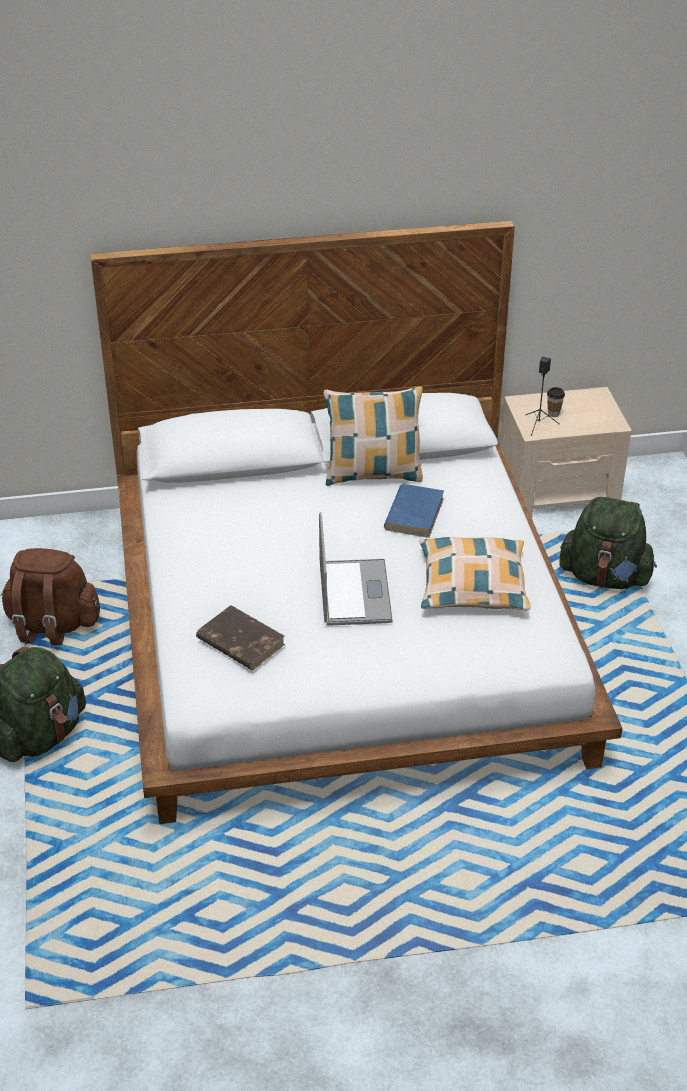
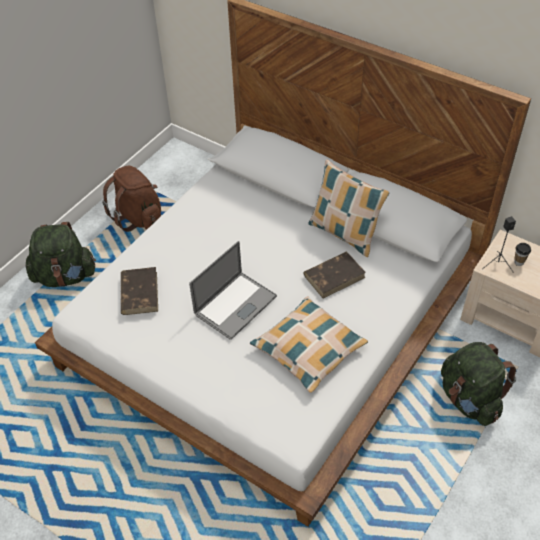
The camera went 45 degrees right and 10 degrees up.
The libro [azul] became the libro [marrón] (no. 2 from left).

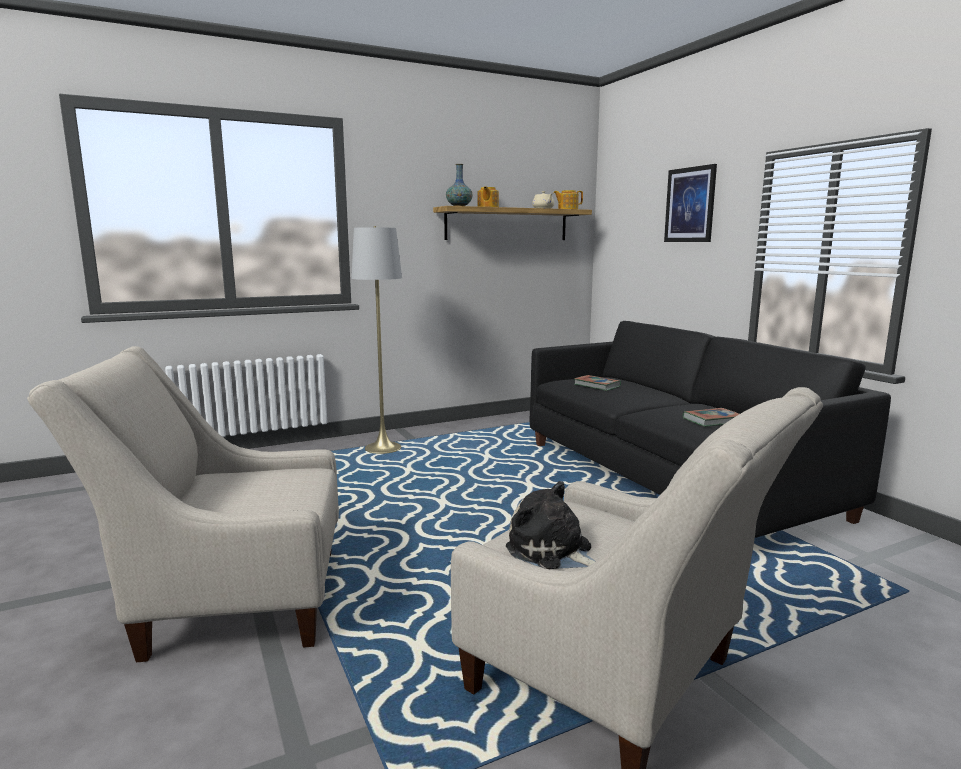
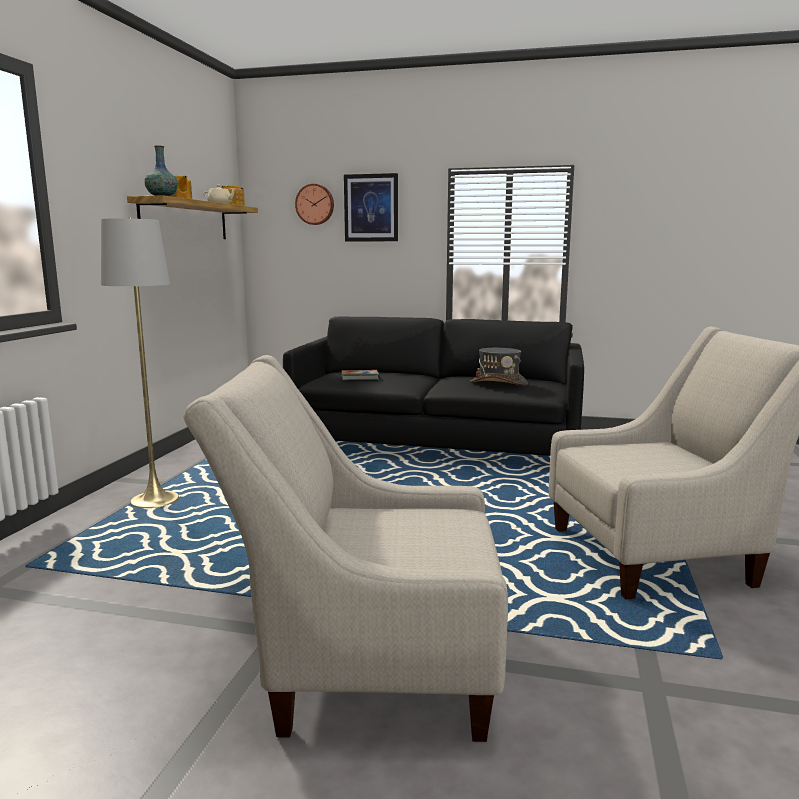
The camera went 50 degrees left and 0 degrees up.
The peluche disappeared.
The reloj de pared appeared.
The libro (no. 2 from left) was replaced by the sombrero [gris].
The sillón [beis] (no. 1 from left) turned 60 degrees clockwise.

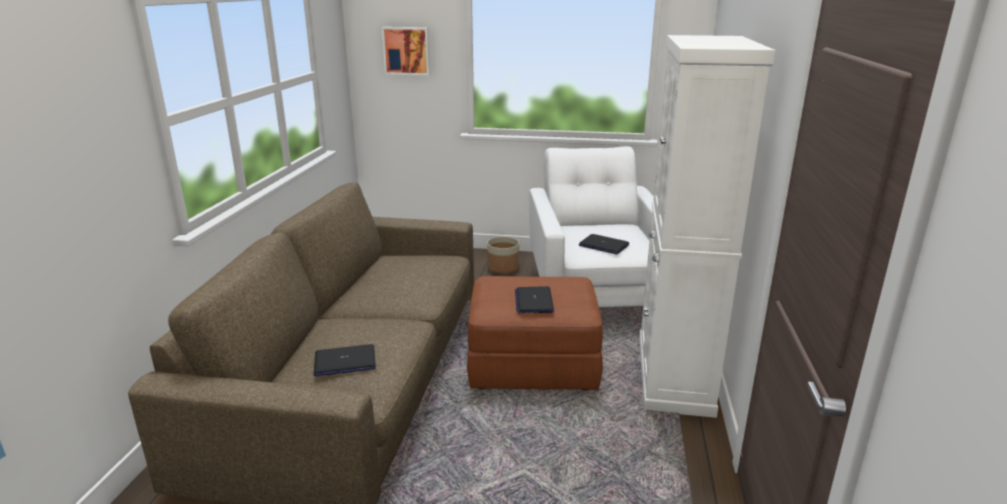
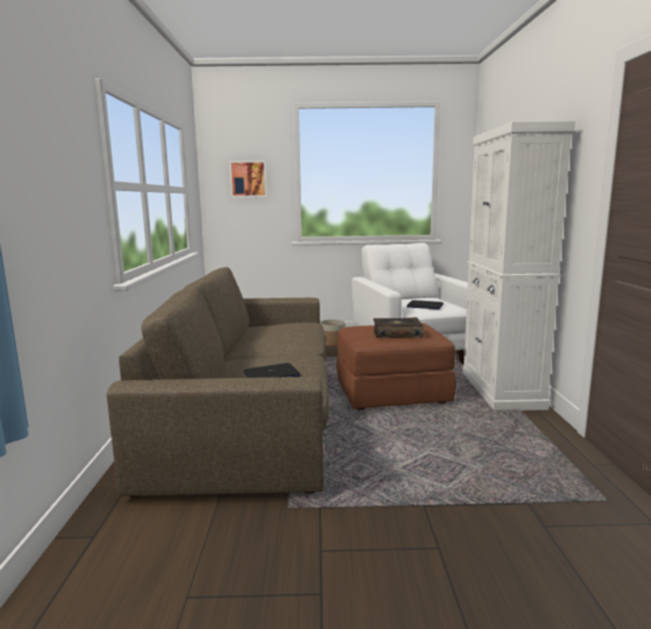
The camera went 10 degrees left and 10 degrees down.
The portátil (no. 2 from left) was replaced by the libro.

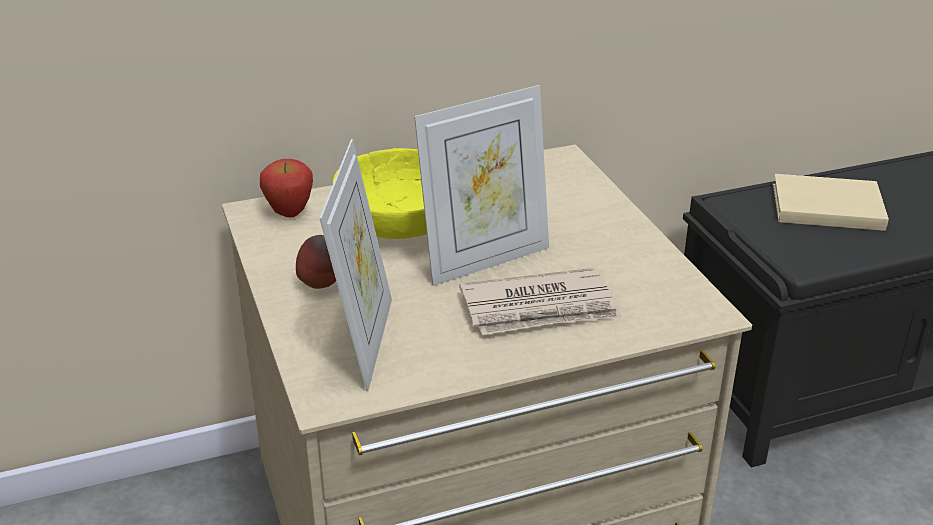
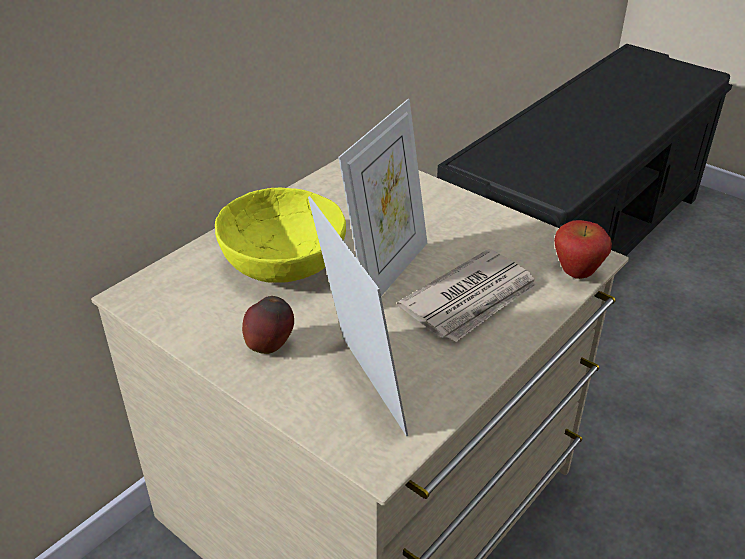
The camera went 30 degrees left and 5 degrees up.
The libro [beis] disappeared.
The manzana (no. 1 from left in the first image) moved.

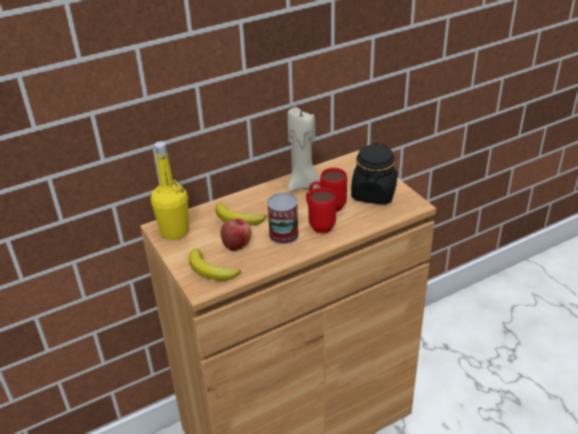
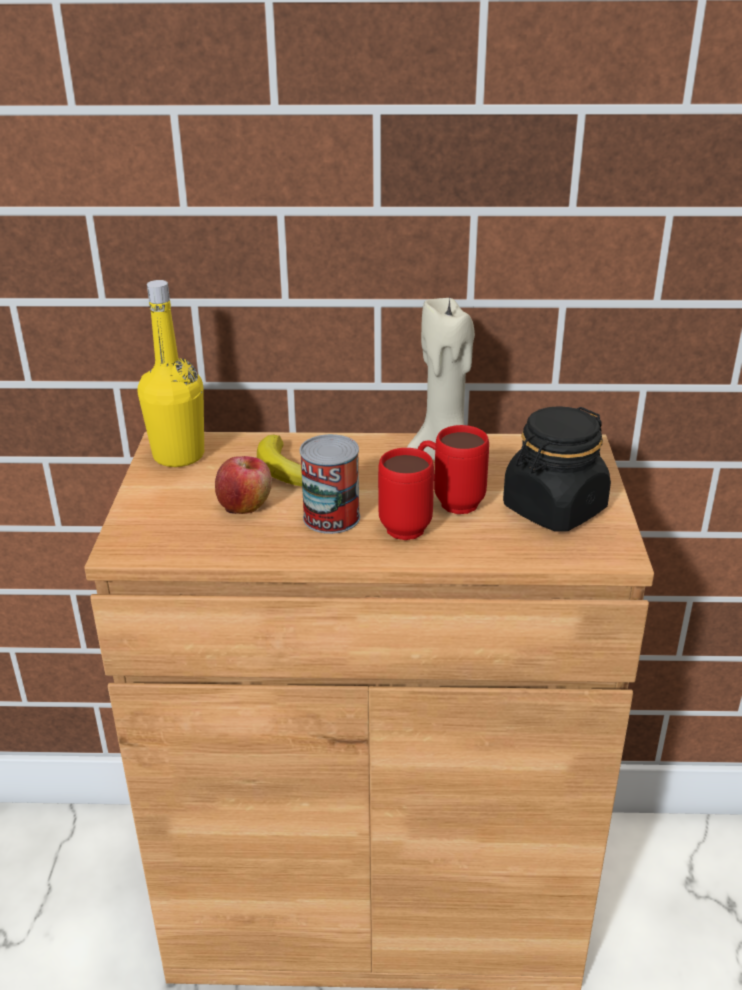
The camera went 30 degrees right and 5 degrees down.
The plátano (no. 1 from left) disappeared.

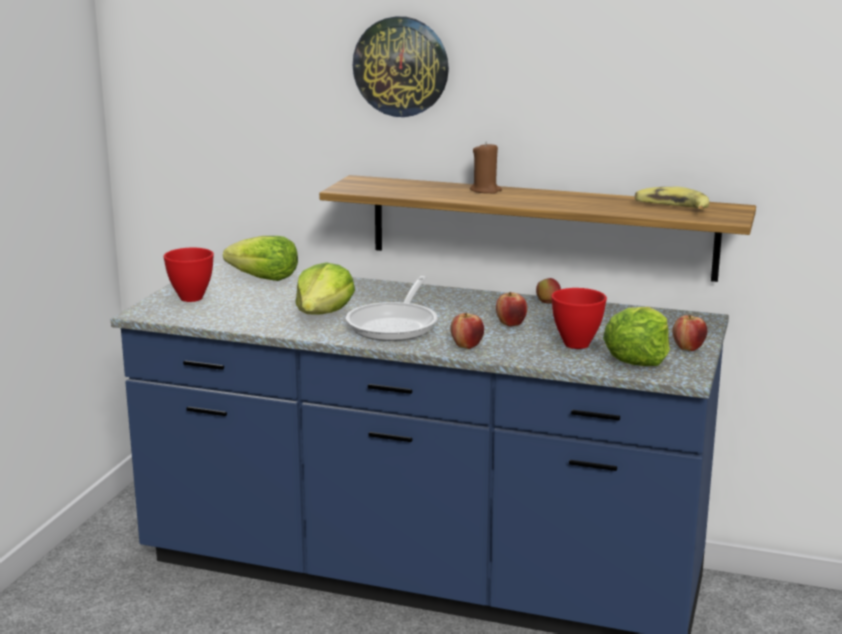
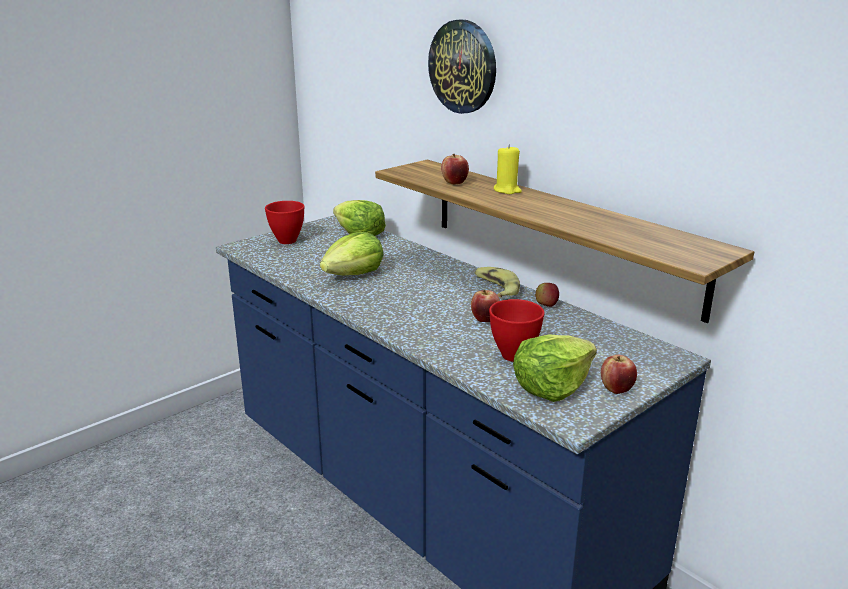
The camera went 30 degrees right and 5 degrees up.
The sartén disappeared.
The manzana (no. 1 from left) moved.
The plátano moved.
The vela [marrón] became the vela [amarillo].

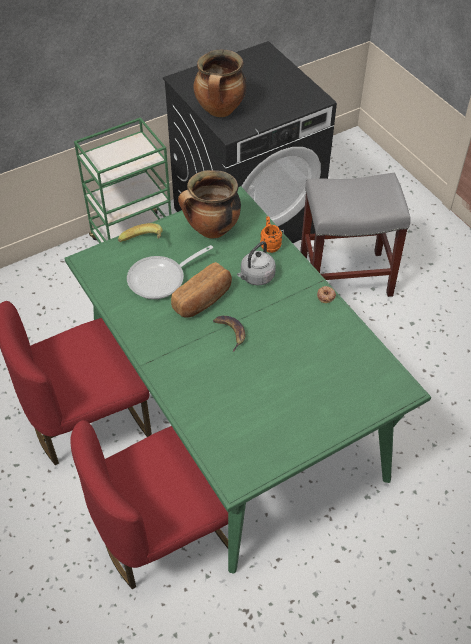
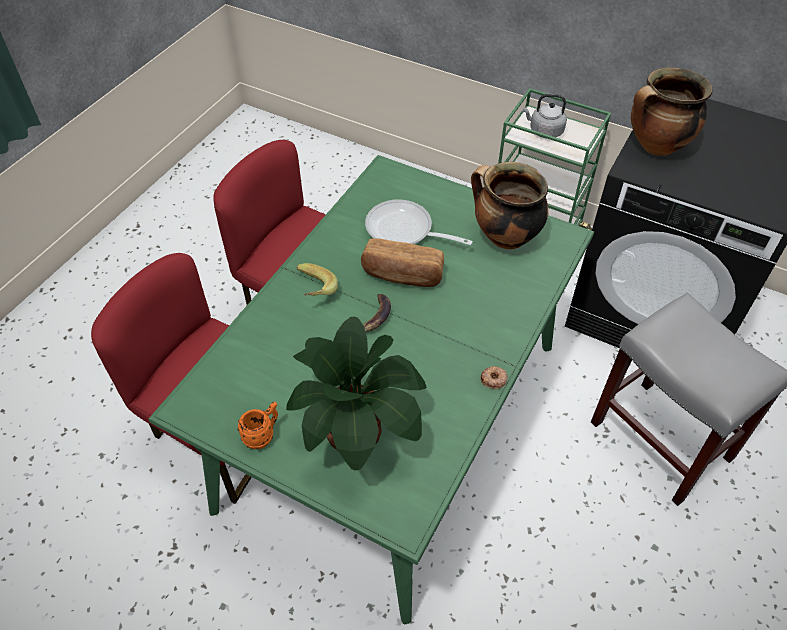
The camera went 60 degrees right and 0 degrees up.
The planta en maceta appeared.
The plátano (no. 1 from left) moved.
The hervidor [gris] moved.
The taza grande [naranja] moved.

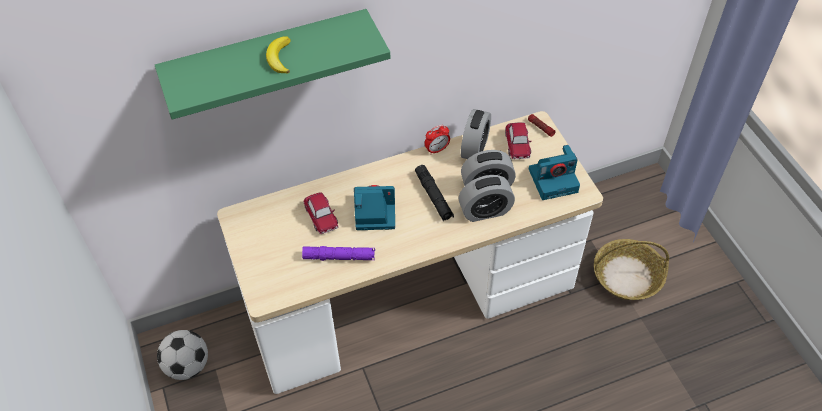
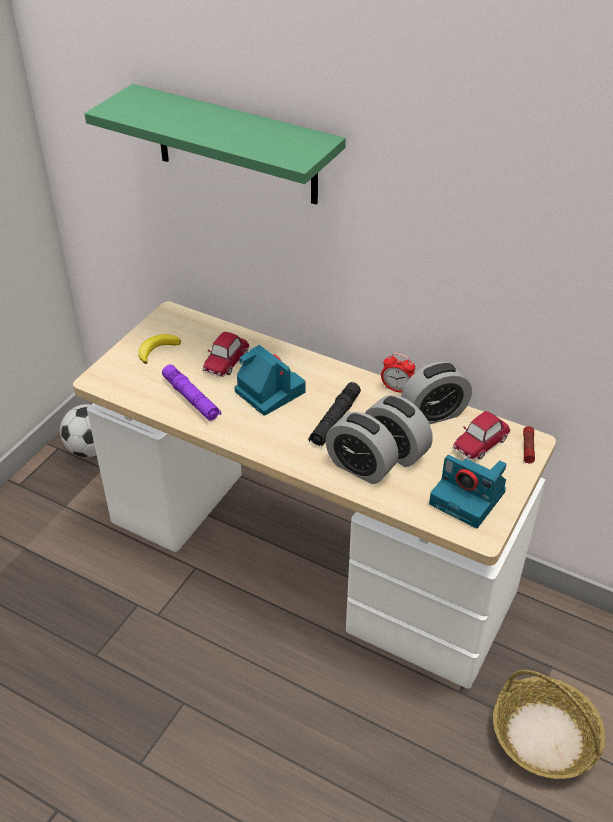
The camera went 50 degrees right and 10 degrees down.
The plátano moved.

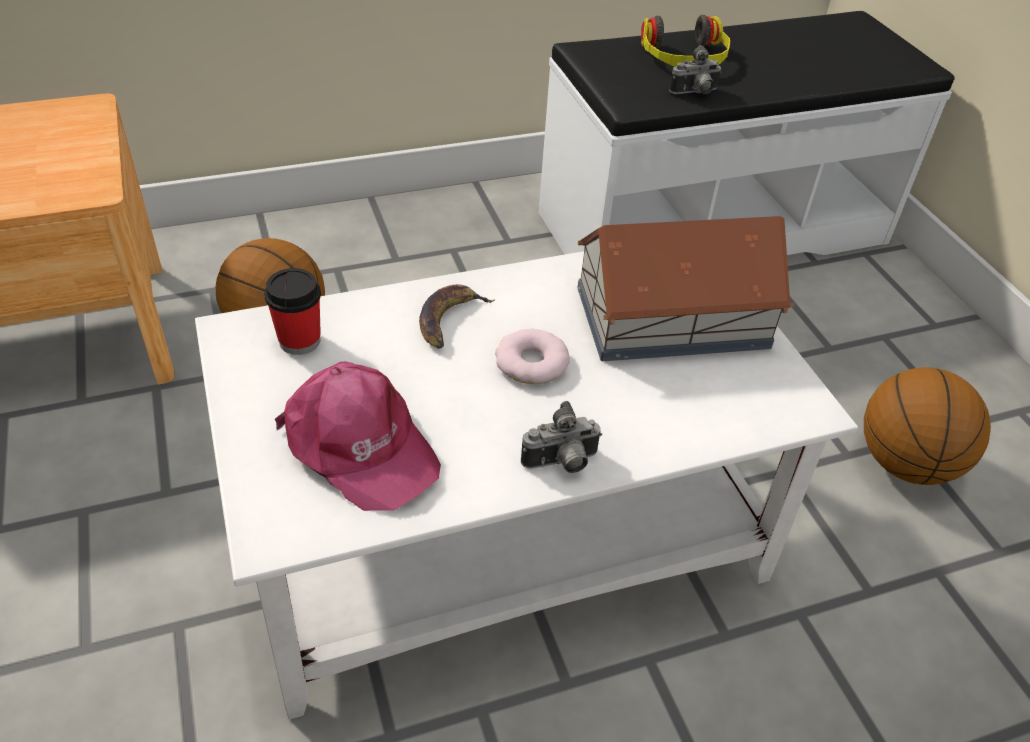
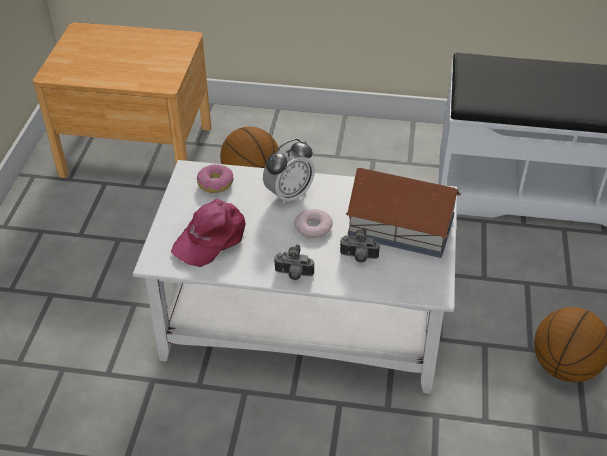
The camera went 30 degrees right and 0 degrees up.
The auriculares disappeared.
The cámara (no. 2 from left) moved.
The taza was replaced by the rosquilla (no. 1 from left).
The plátano was replaced by the despertador.
The gorra [rosa] turned 60 degrees clockwise.

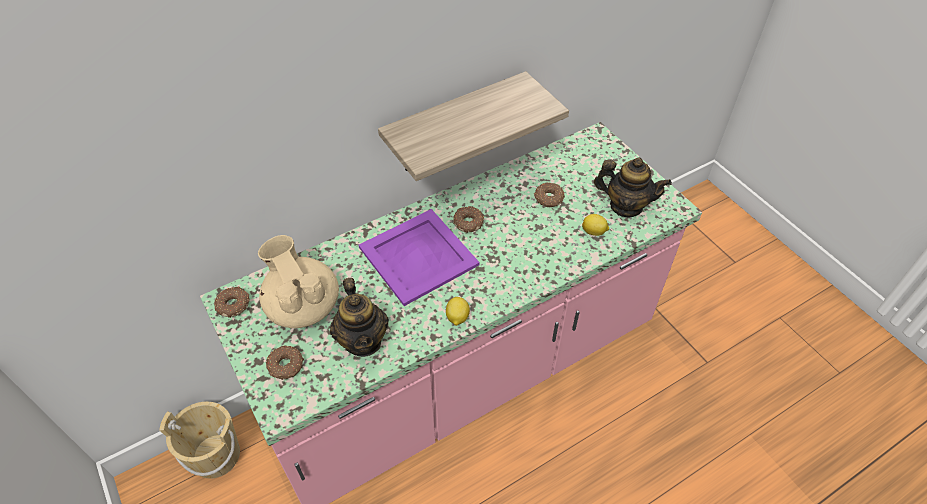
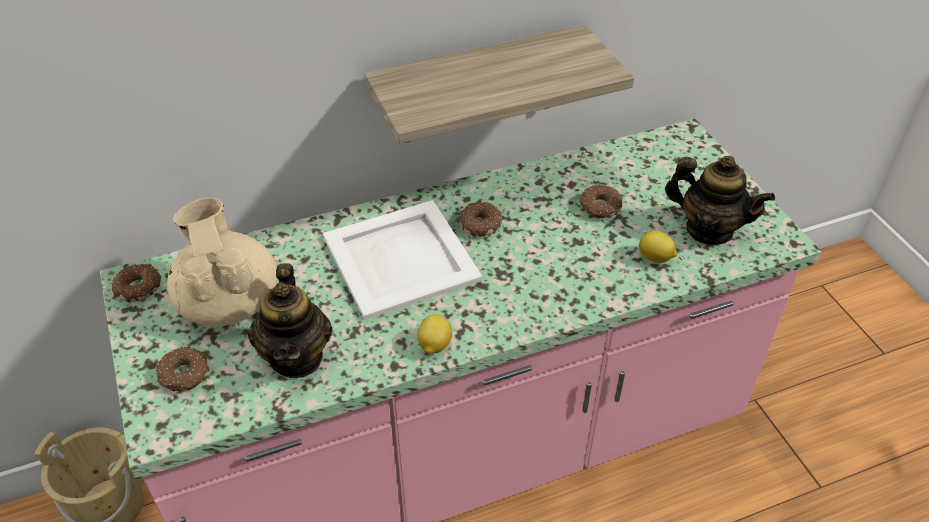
The camera went 10 degrees right and 5 degrees down.
The bandeja [morado] became the bandeja [blanco].

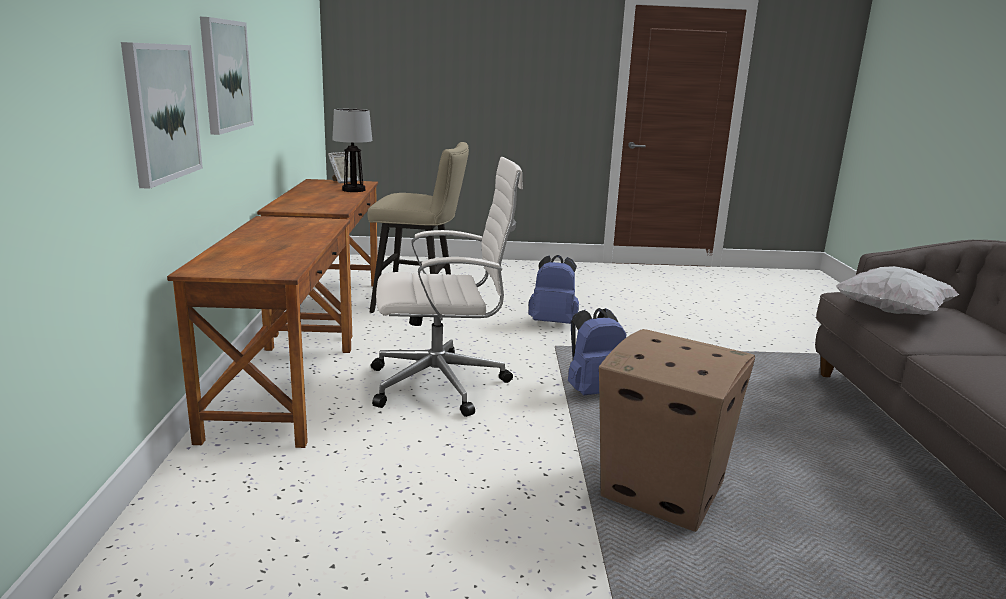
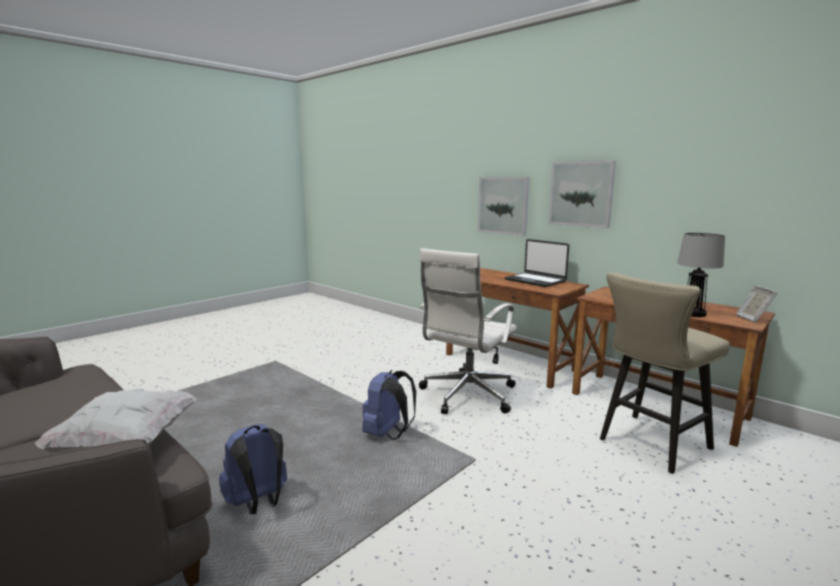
The camera went 135 degrees right and 5 degrees down.
The caja de cartón disappeared.
The portátil appeared.
The mochila [azul] (no. 1 from left) moved.

